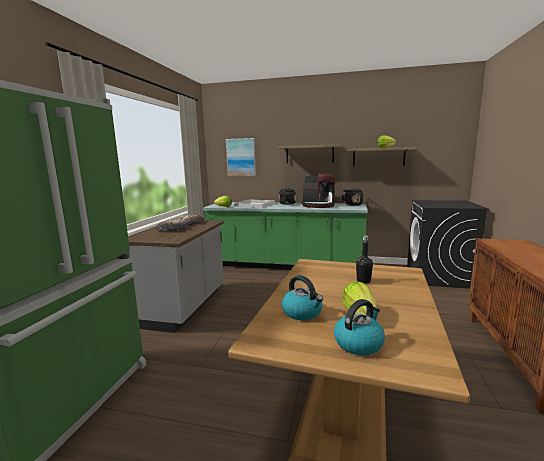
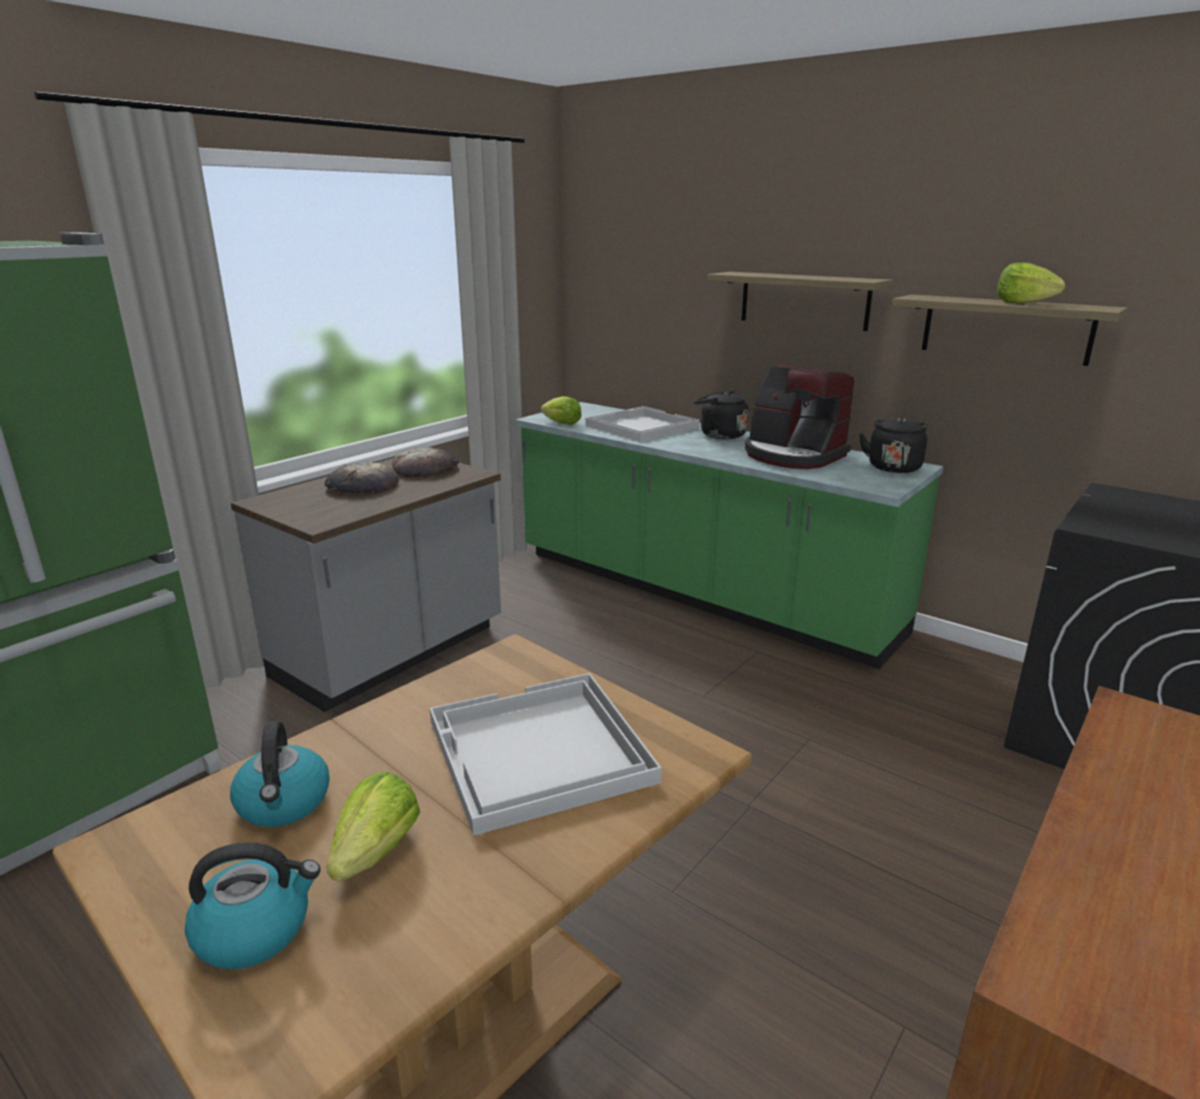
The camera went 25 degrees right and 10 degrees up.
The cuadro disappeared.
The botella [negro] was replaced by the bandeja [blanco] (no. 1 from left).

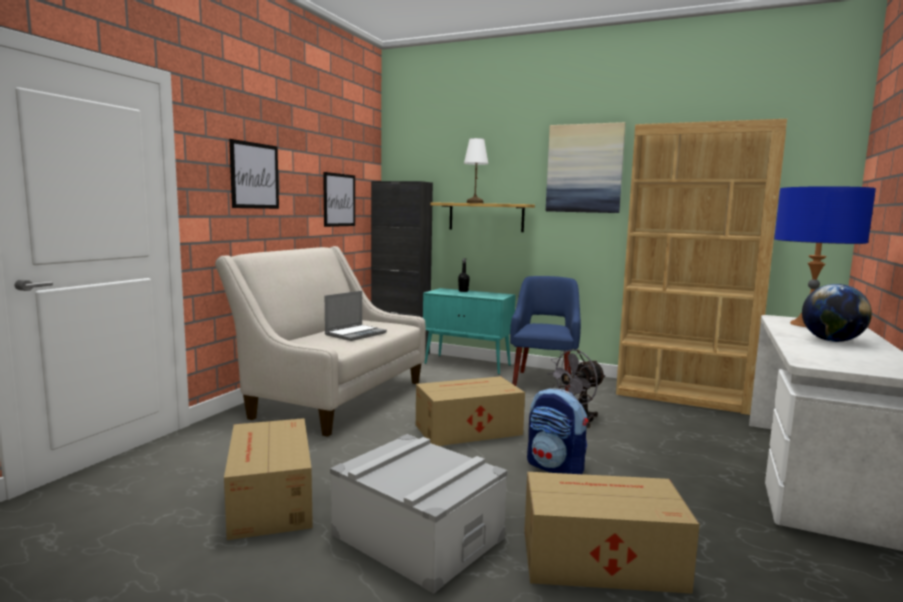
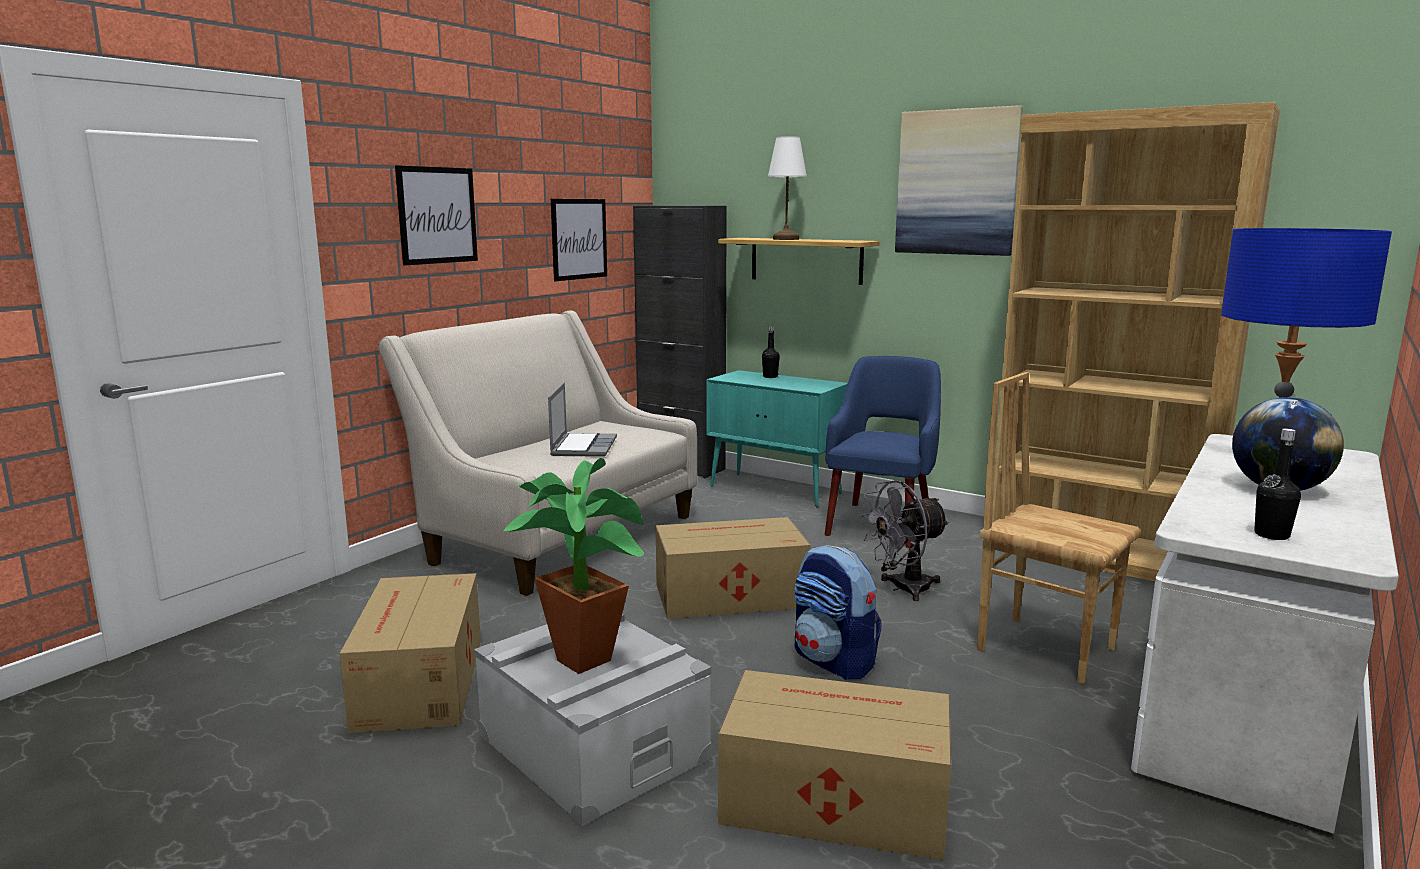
The camera went 10 degrees right and 5 degrees up.
The planta en maceta appeared.
The silla [marrón] appeared.
The botella [negro] (no. 2 from left) appeared.
The portátil turned 45 degrees counterclockwise.

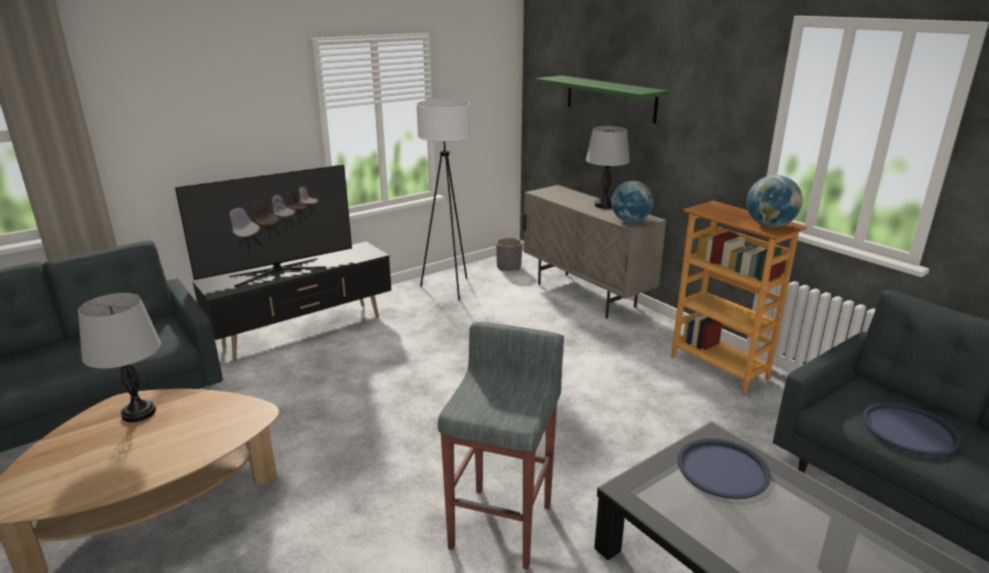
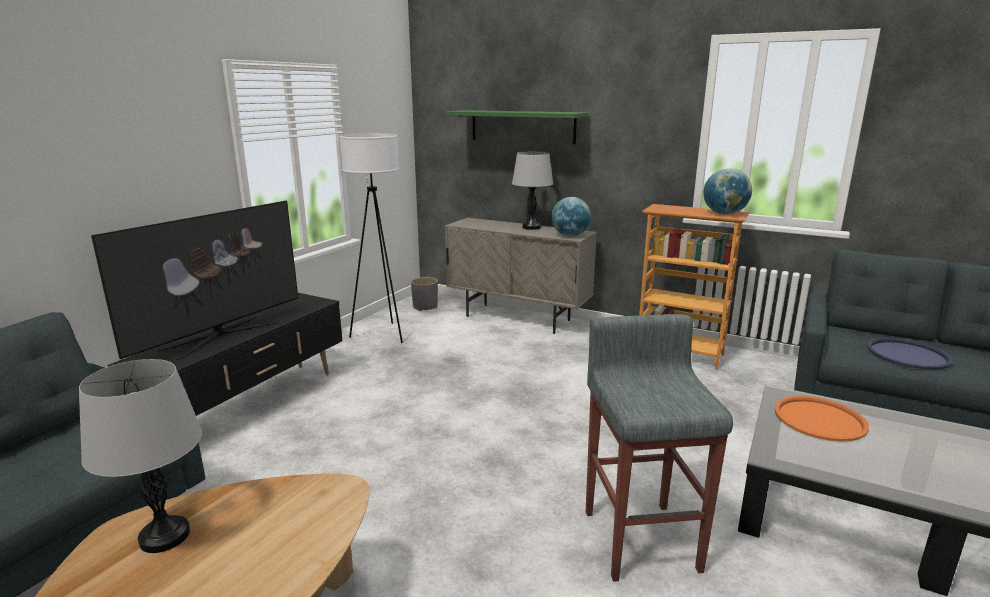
The camera went 25 degrees left and 5 degrees down.
The bandeja [azul] (no. 1 from left) became the bandeja [naranja].

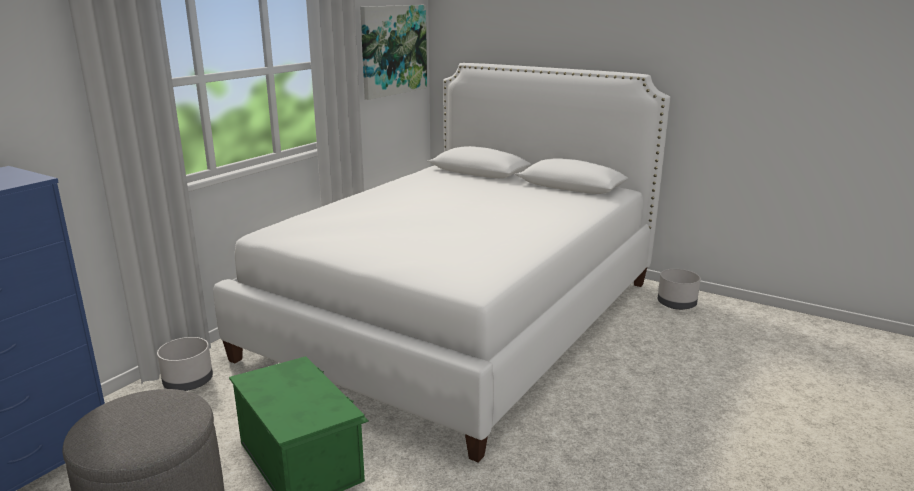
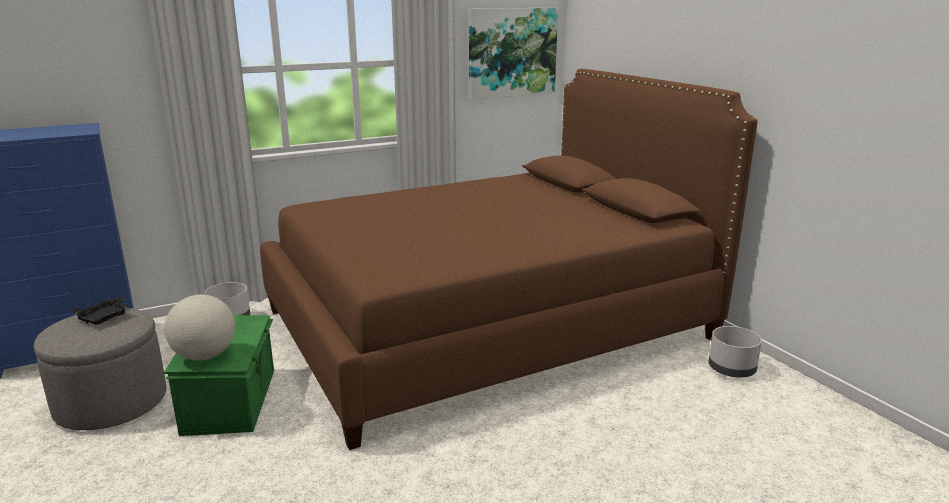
The camera went 30 degrees right and 0 degrees up.
The bandeja [negro] appeared.
The globo terráqueo appeared.
The cama [blanco] became the cama [marrón].

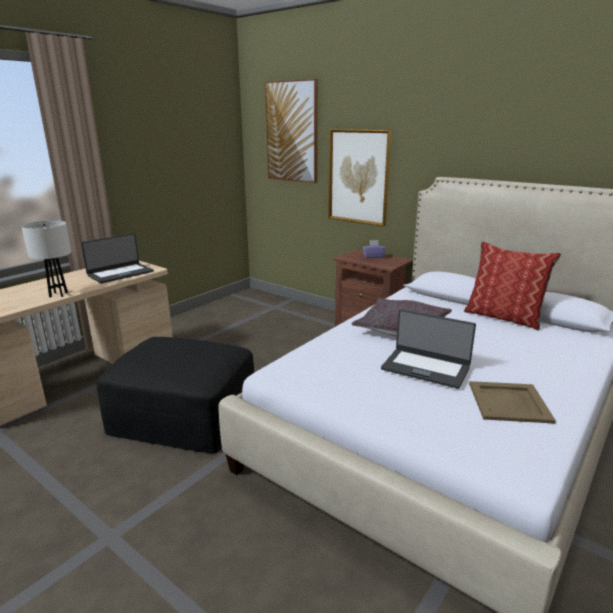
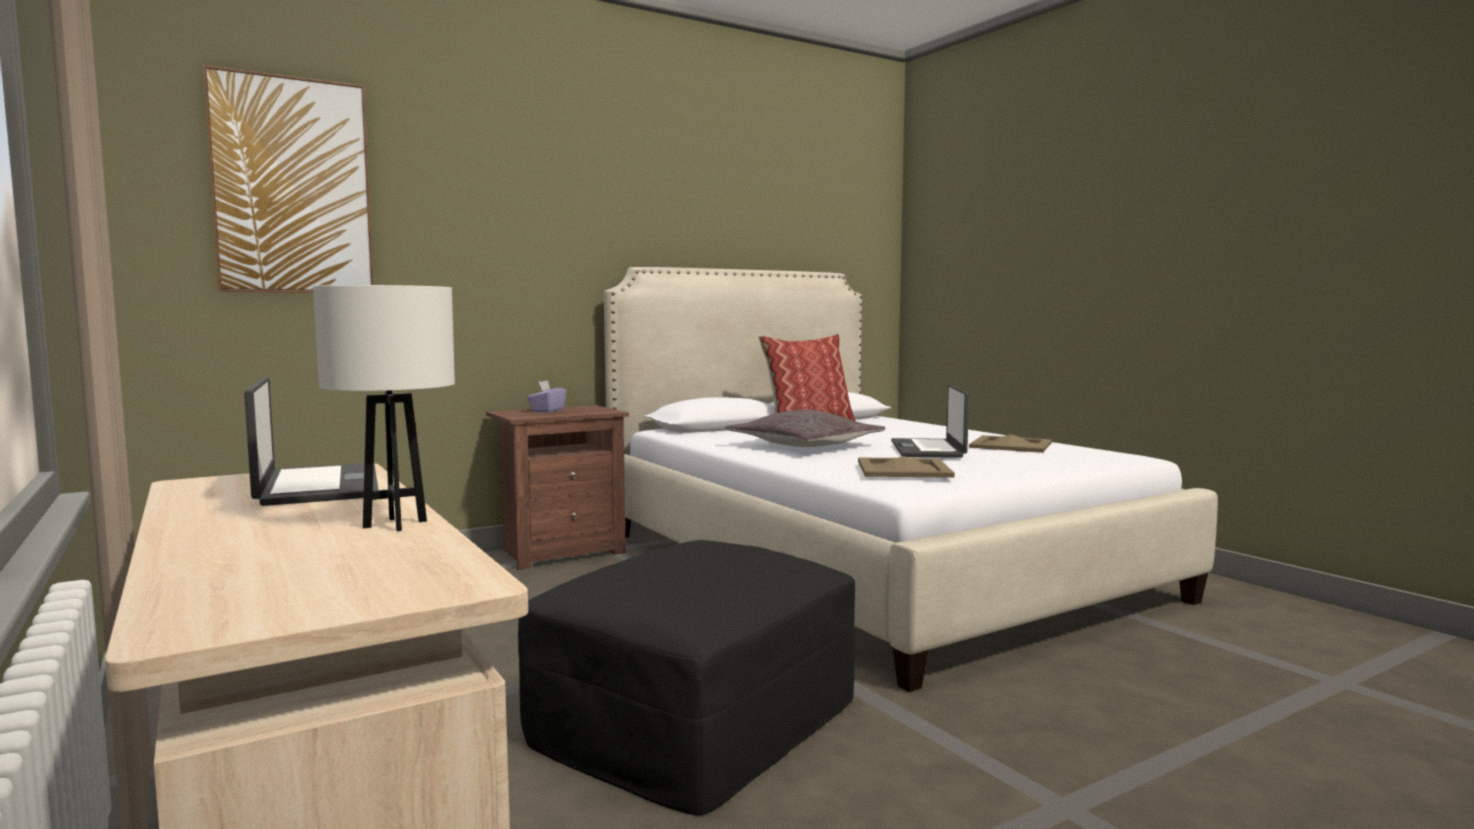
The camera went 70 degrees left and 15 degrees down.
The cuadro (no. 2 from left) disappeared.
The bandeja [beis] (no. 1 from left) appeared.
The portátil (no. 2 from left) turned 135 degrees clockwise.

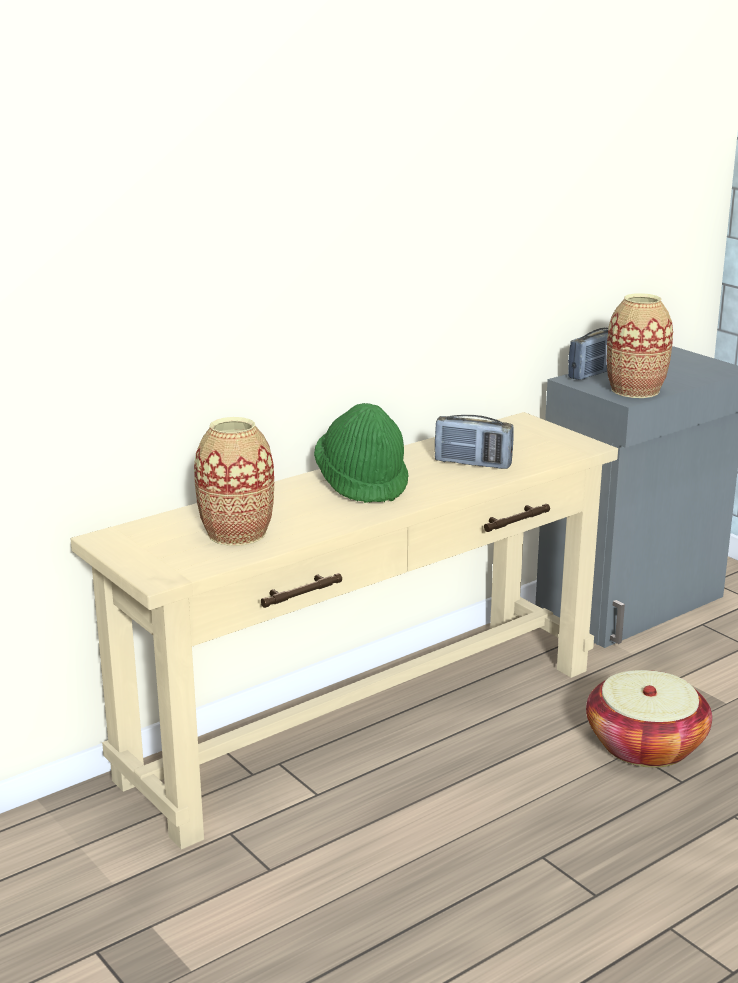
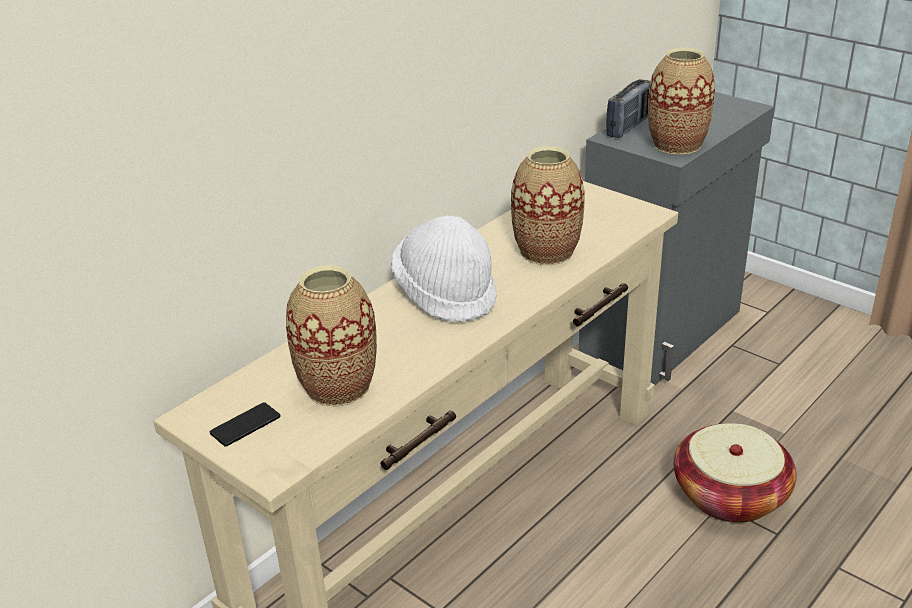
The camera went 10 degrees left and 10 degrees up.
The móvil appeared.
The radio (no. 1 from left) was replaced by the florero (no. 2 from left).
The sombrero [verde] became the sombrero [blanco].

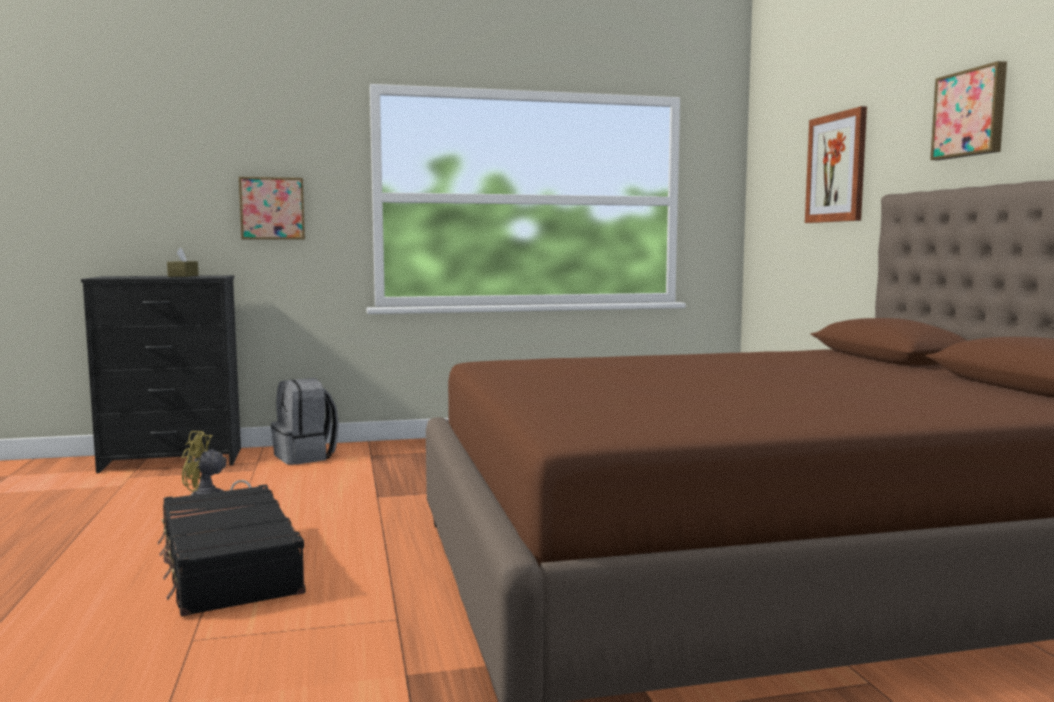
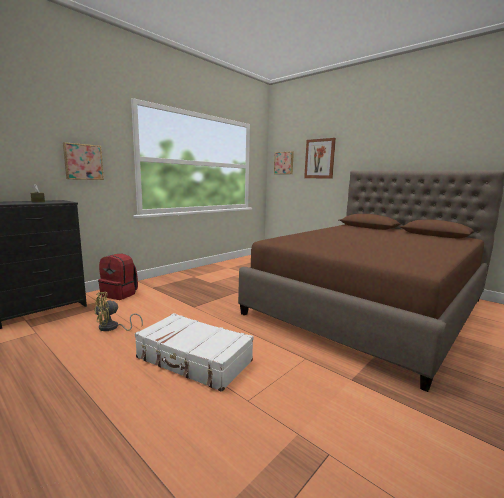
The camera went 35 degrees left and 5 degrees up.
The cuadro (no. 3 from left in the first image) moved.
The maleta [negro] became the maleta [blanco].
The mochila [gris] became the mochila [rojo].

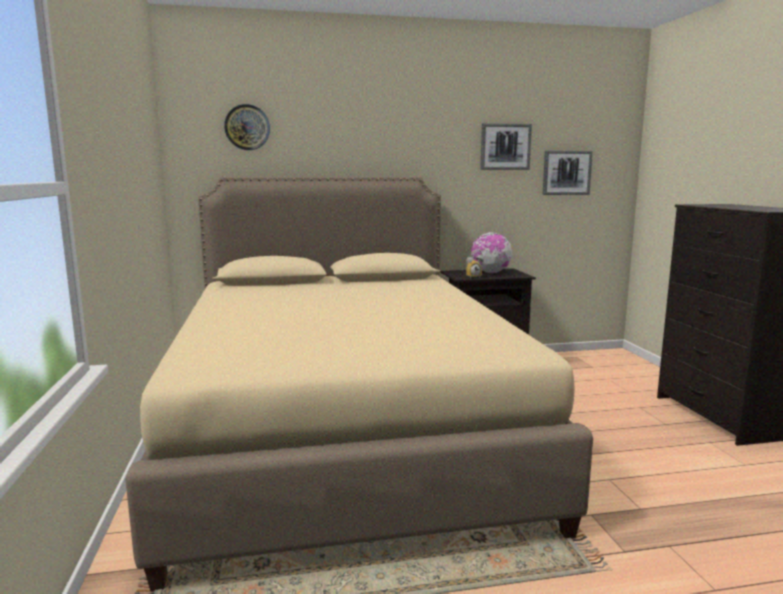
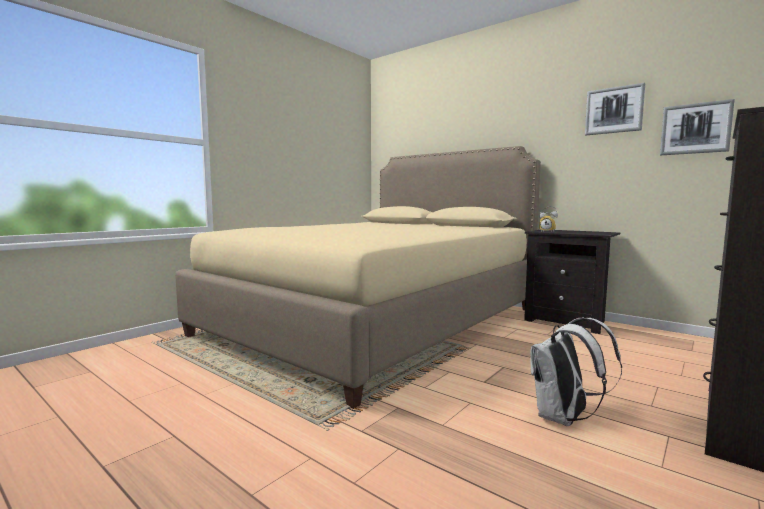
The camera went 50 degrees right and 5 degrees down.
The reloj de pared disappeared.
The globo terráqueo disappeared.
The mochila [blanco] appeared.

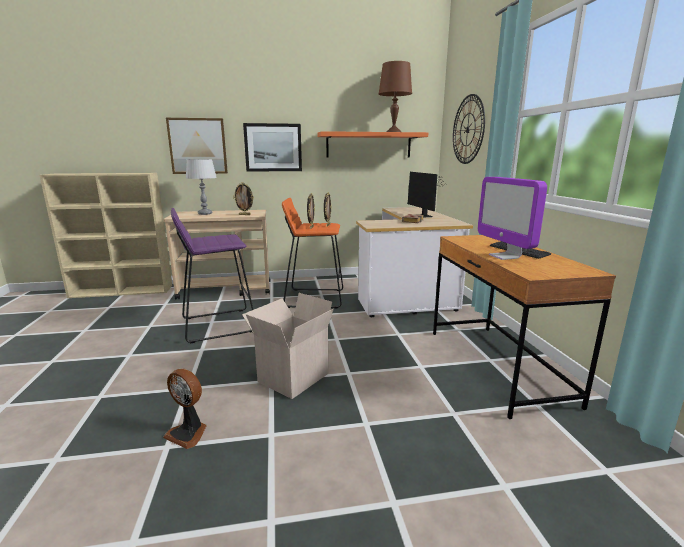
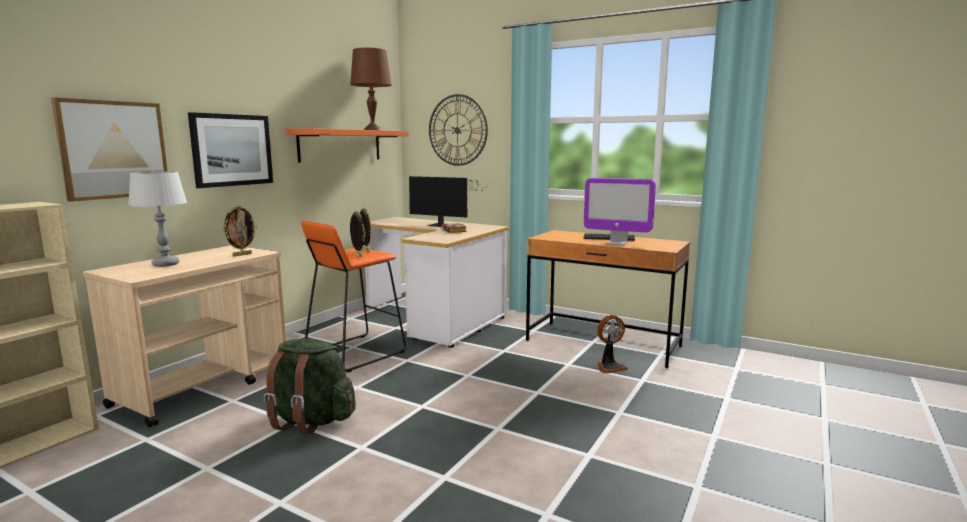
The camera went 50 degrees left and 5 degrees down.
The caja de cartón disappeared.
The ventilador moved.
The taburete [morado] was replaced by the mochila [verde].

